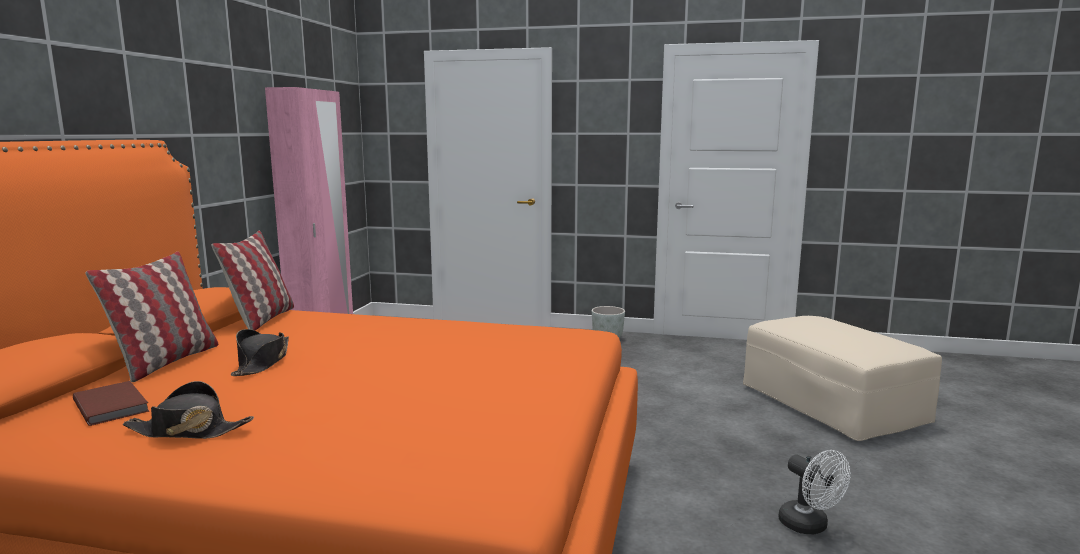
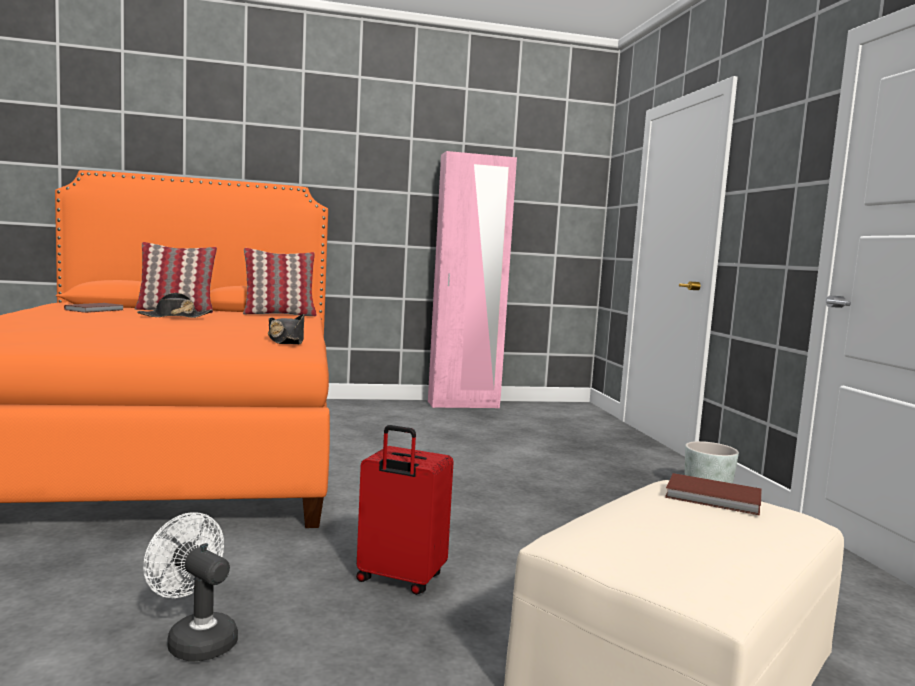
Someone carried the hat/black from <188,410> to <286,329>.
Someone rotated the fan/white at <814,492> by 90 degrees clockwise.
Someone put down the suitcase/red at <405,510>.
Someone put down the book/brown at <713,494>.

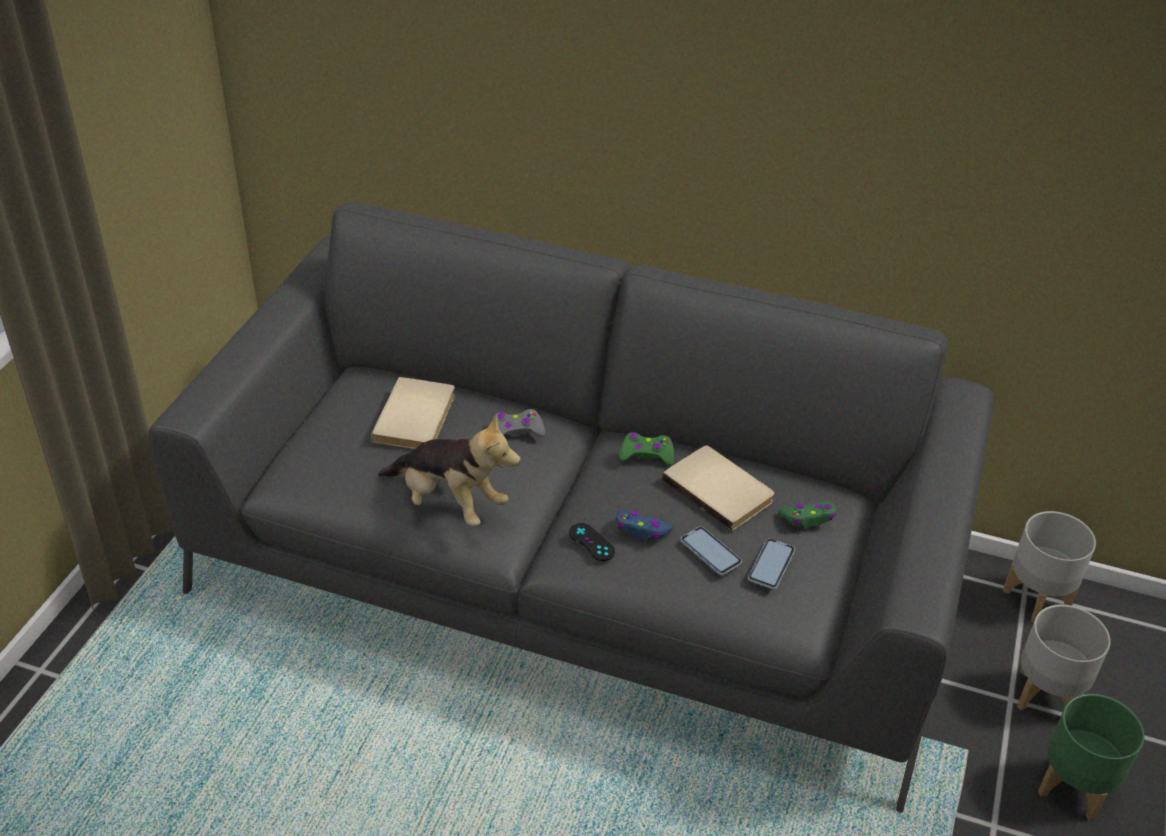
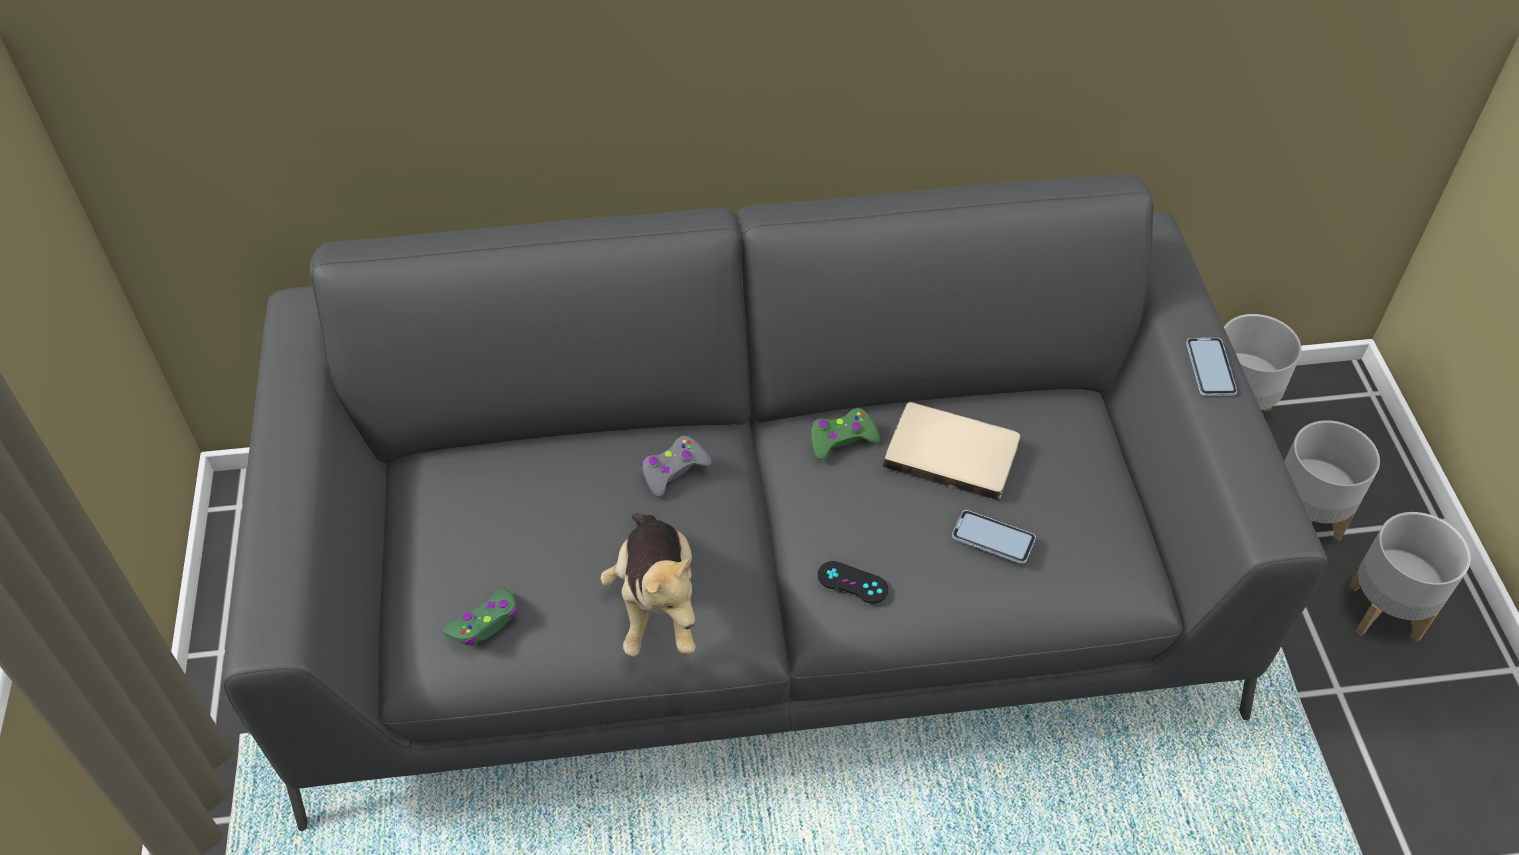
Someone took away the book/beige at <413,413>.
Someone rotated the plush toy at <449,470> by 75 degrees clockwise.
Someone carried the game controller/green from <807,514> to <480,617>.
Someone took away the game controller/blue at <645,524>.
Someone carried the phone from <771,563> to <1211,367>.
Someone repainted the planter/green at <1091,757>, which became the planter/grey at <1410,577>.

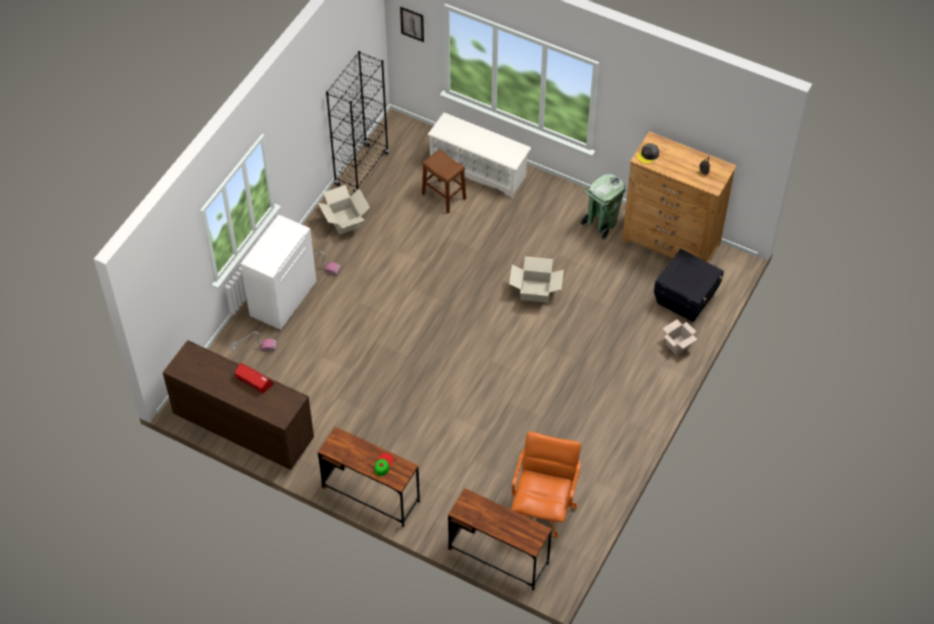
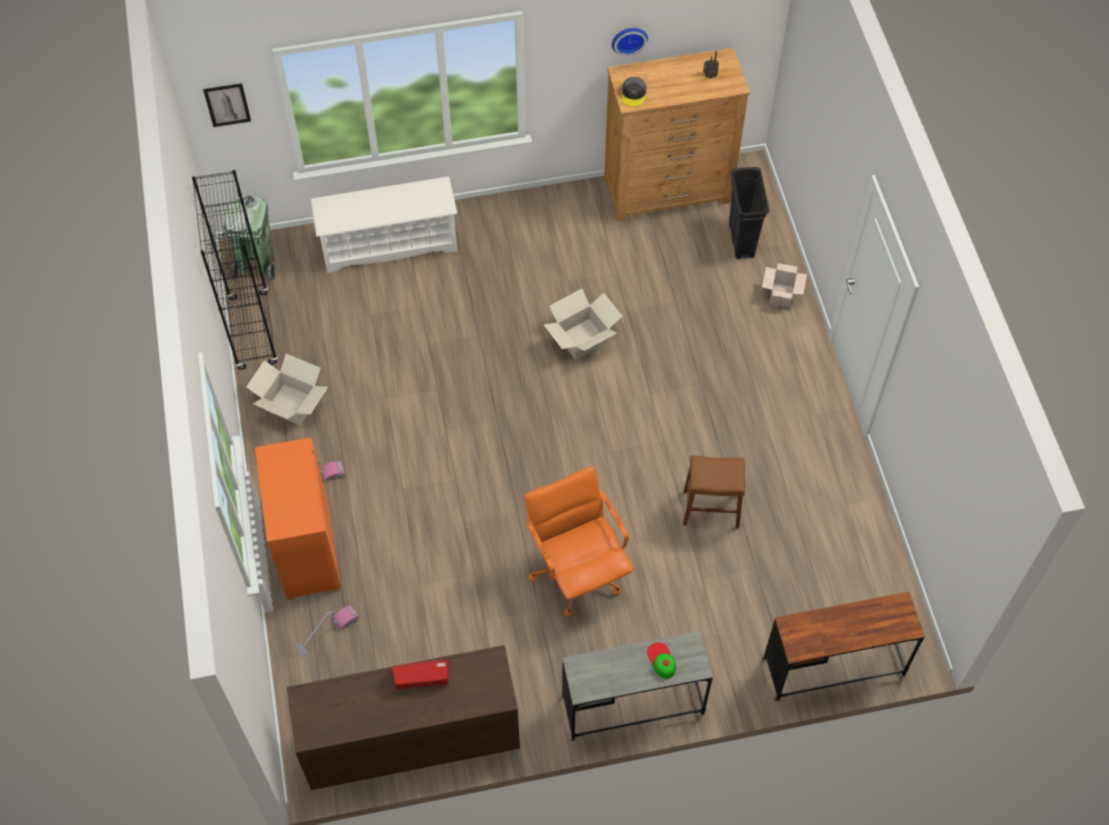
Someone carried the stool/brown from <444,181> to <714,491>.
Someone carried the trash can/green from <602,207> to <249,238>.
Someone repainted the cabinet/white at <278,272>, which became the cabinet/orange at <298,519>.
Someone swapped the storage box/black at <689,285> for the trash can/black at <749,213>.
Someone repainted the desk/brown at <369,477>, which became the desk/grey at <636,686>.
Someone carried the office chair/orange from <546,485> to <579,541>.
Someone put up the wall clock at <630,42>.

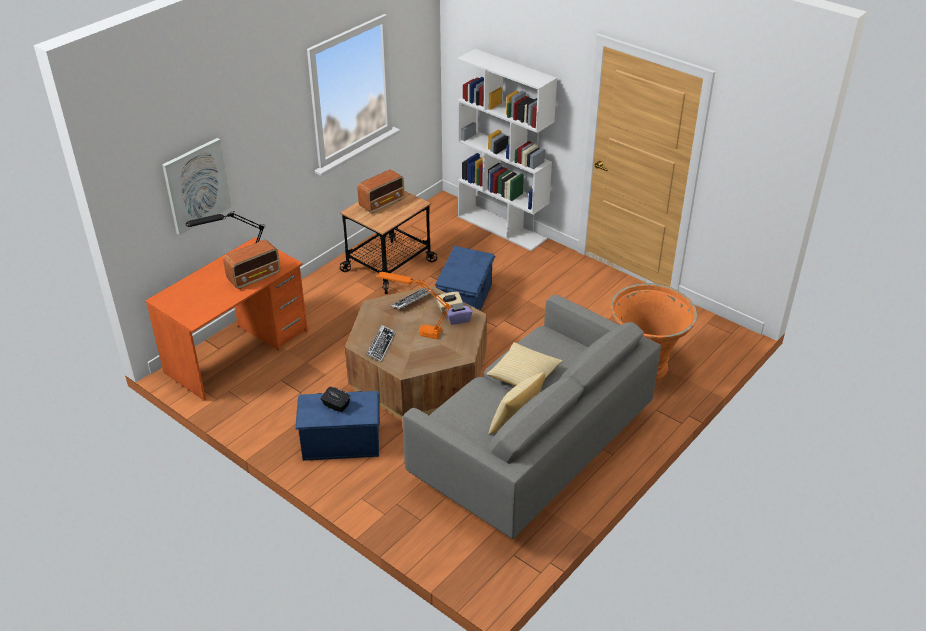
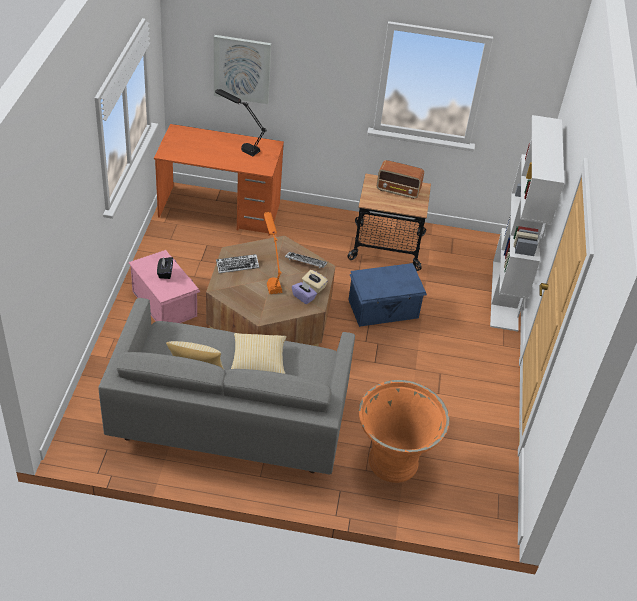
Someone took away the radio at <251,264>.
Someone repainted the storage box/blue at <337,426>, which became the storage box/pink at <165,286>.

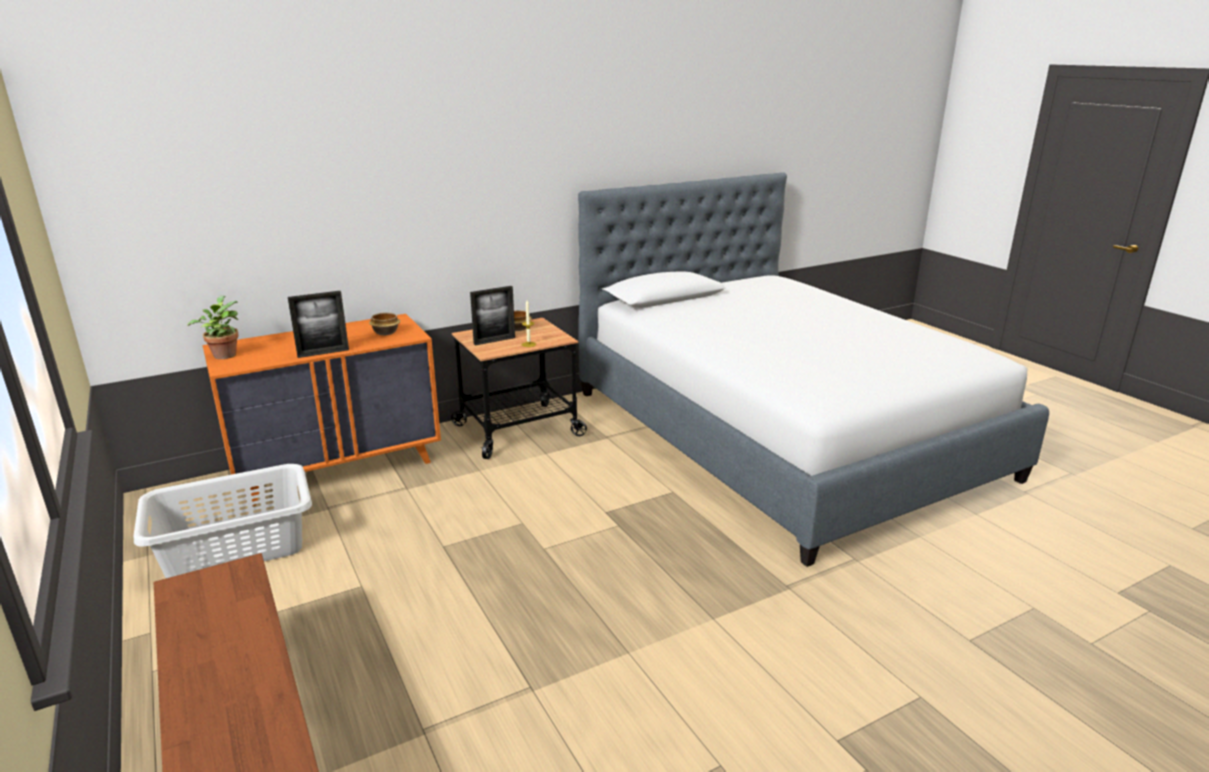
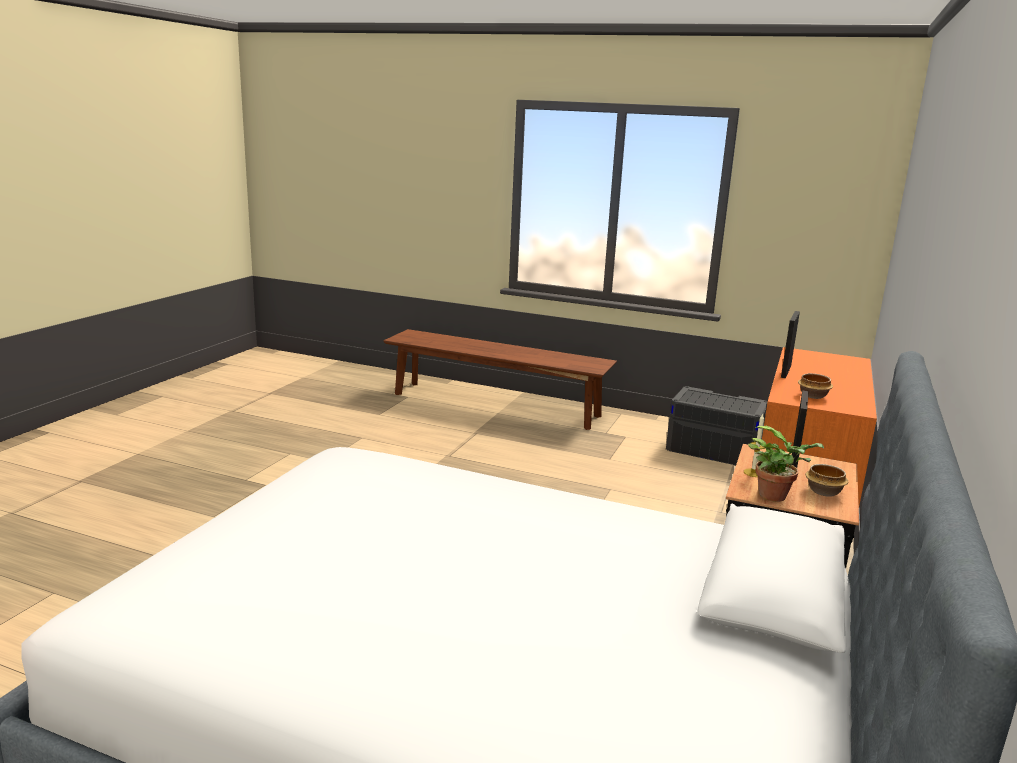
Someone carried the potted plant from <213,327> to <786,464>.
Someone swapped the laundry basket/grey at <223,521> for the storage box/grey at <717,425>.

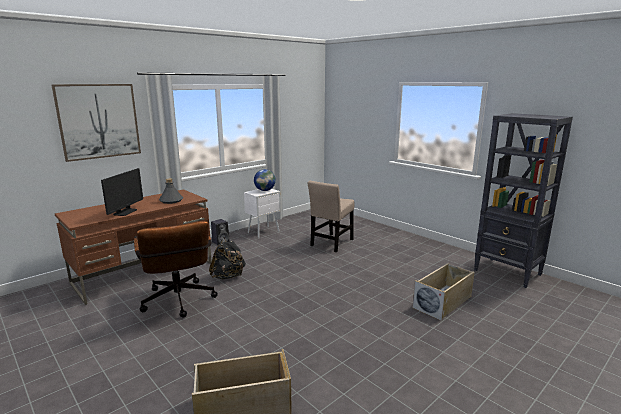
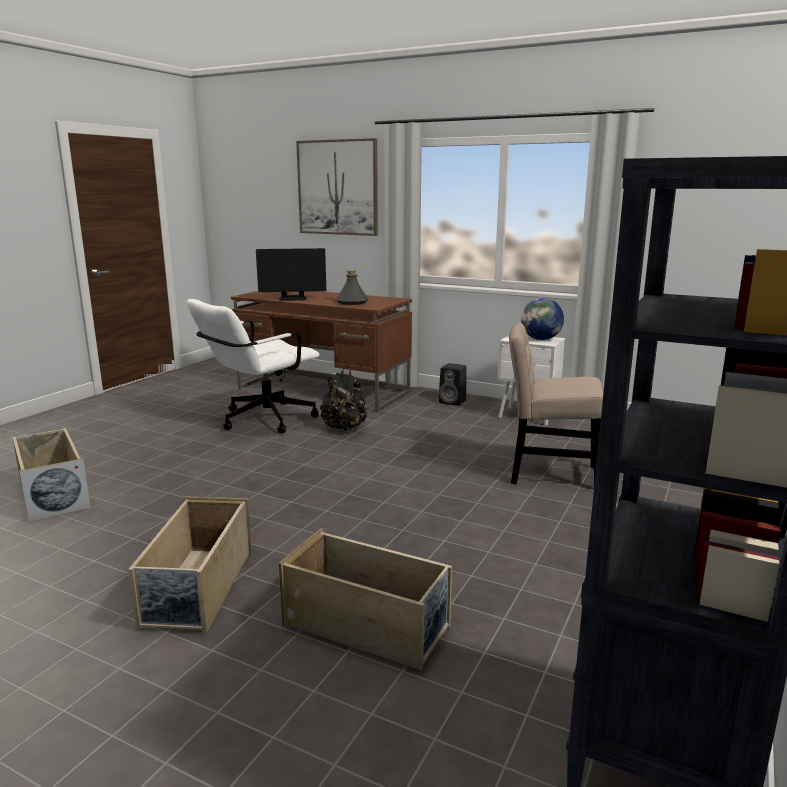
Someone repainted the office chair/brown at <176,269>, which became the office chair/white at <253,366>.
Someone put down the storage box/beige at <190,564>.

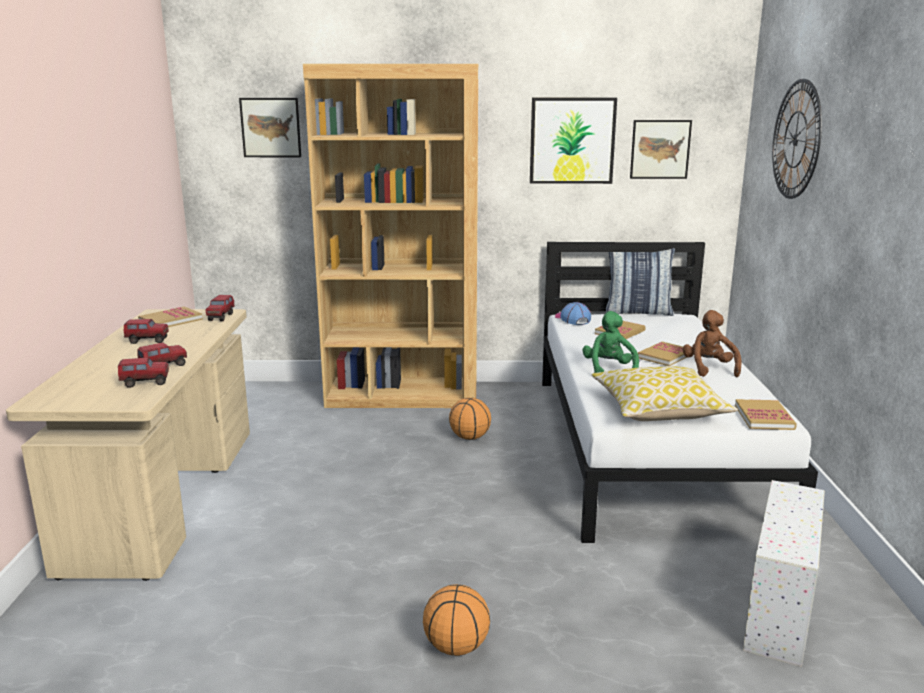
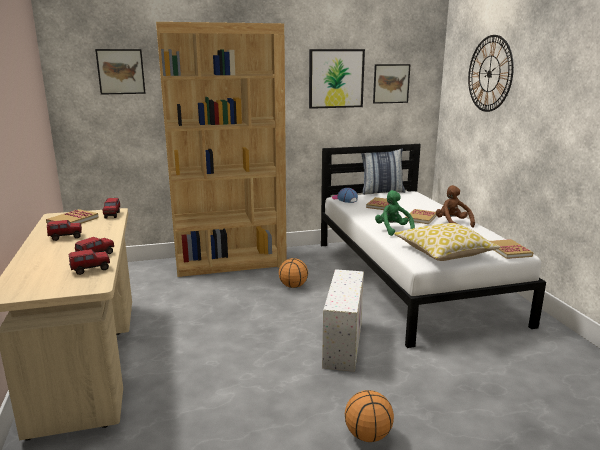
Someone carried the storage box/white from <784,573> to <343,320>.

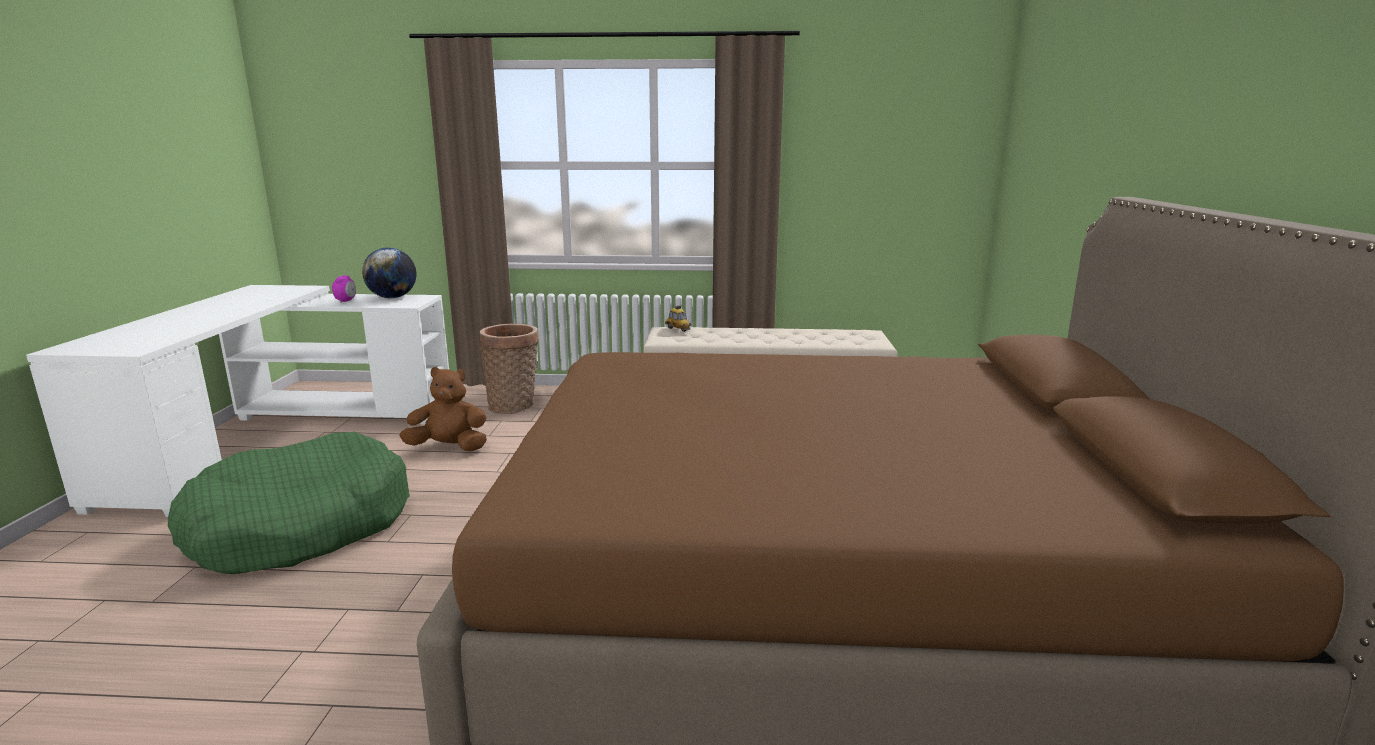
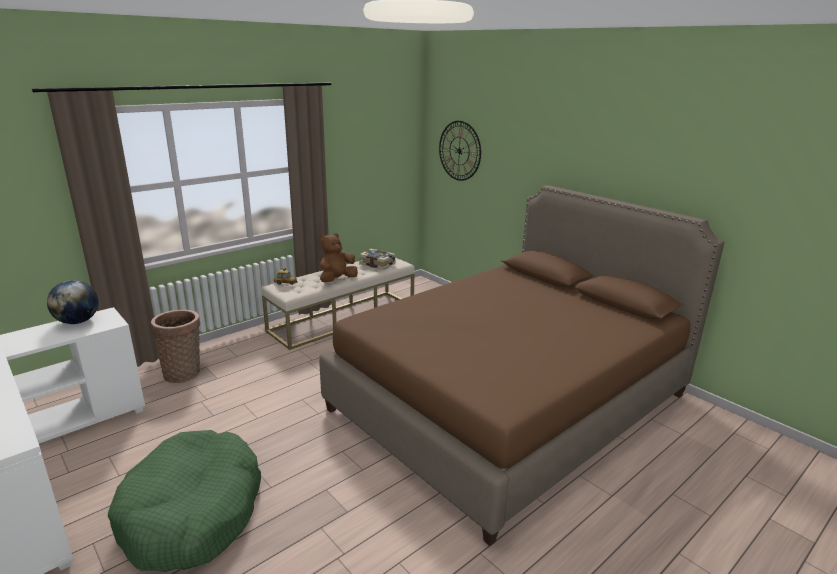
Someone took away the alarm clock at <344,289>.
Someone carried the plush toy/brown from <443,409> to <339,257>.
Someone put up the wall clock at <460,151>.
Someone put down the book at <377,259>.

